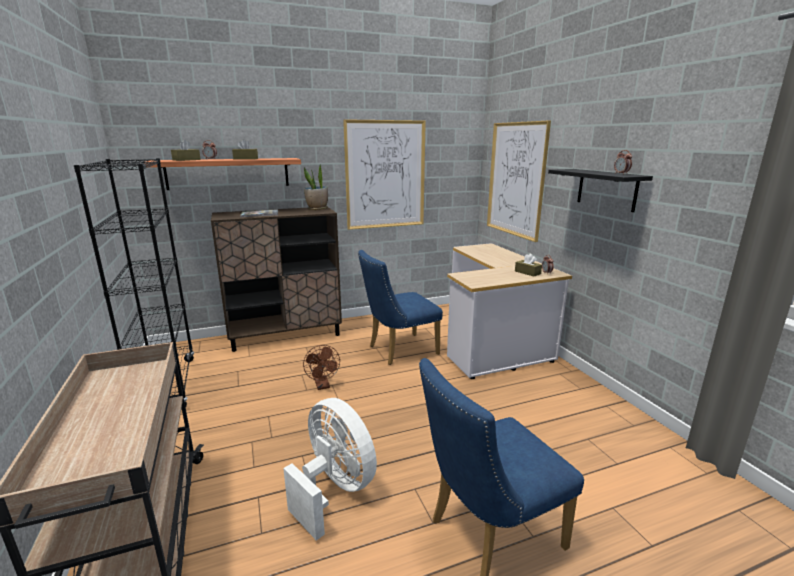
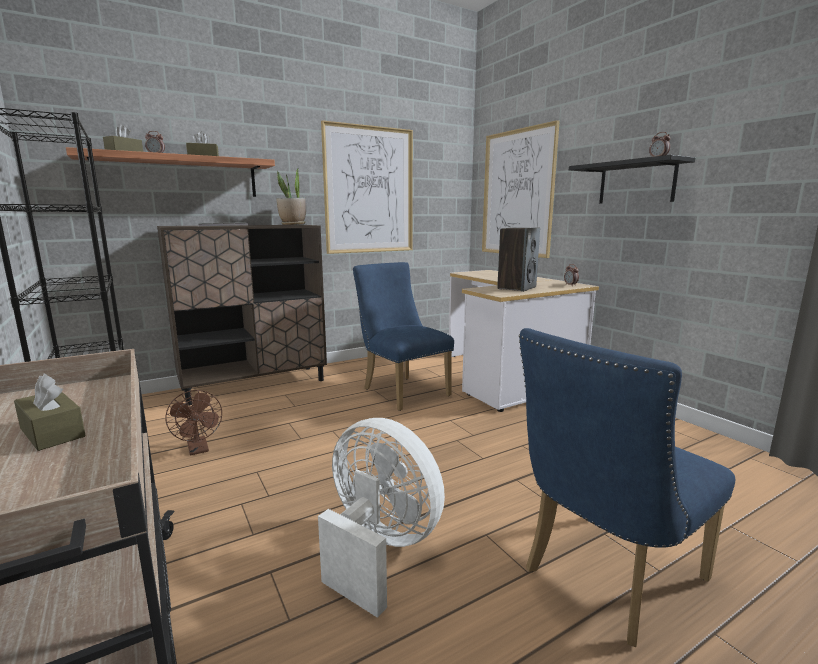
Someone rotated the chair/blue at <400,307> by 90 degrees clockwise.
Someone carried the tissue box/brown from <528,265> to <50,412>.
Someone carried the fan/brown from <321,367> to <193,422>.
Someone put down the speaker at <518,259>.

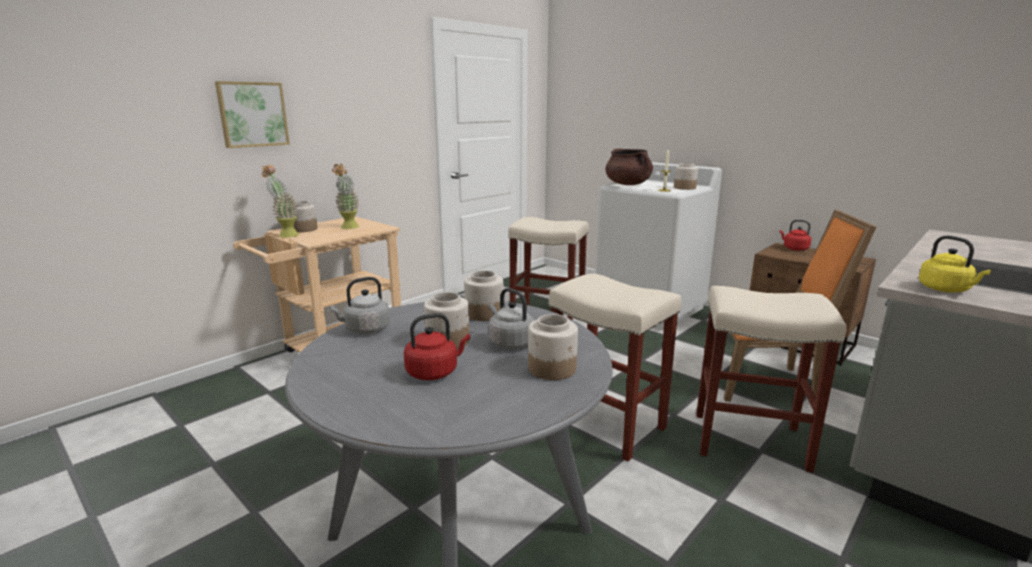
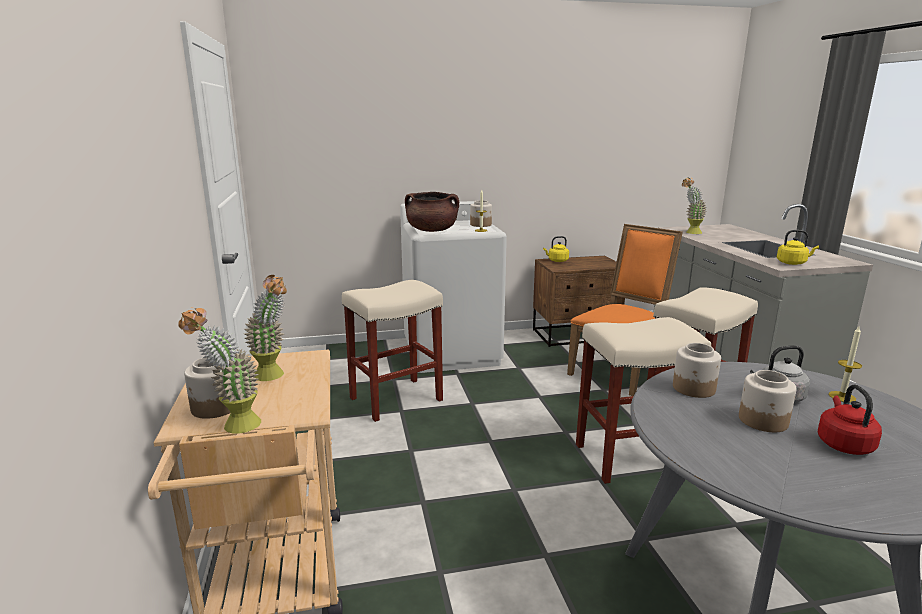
Someone took away the picture at <252,114>.
Someone repainted the kettle/red at <795,235>, which became the kettle/yellow at <556,249>.
Someone took away the kettle/grey at <359,305>.
Someone swapped the jar at <553,347> for the candle at <845,364>.
Someone put down the potted plant at <694,205>.

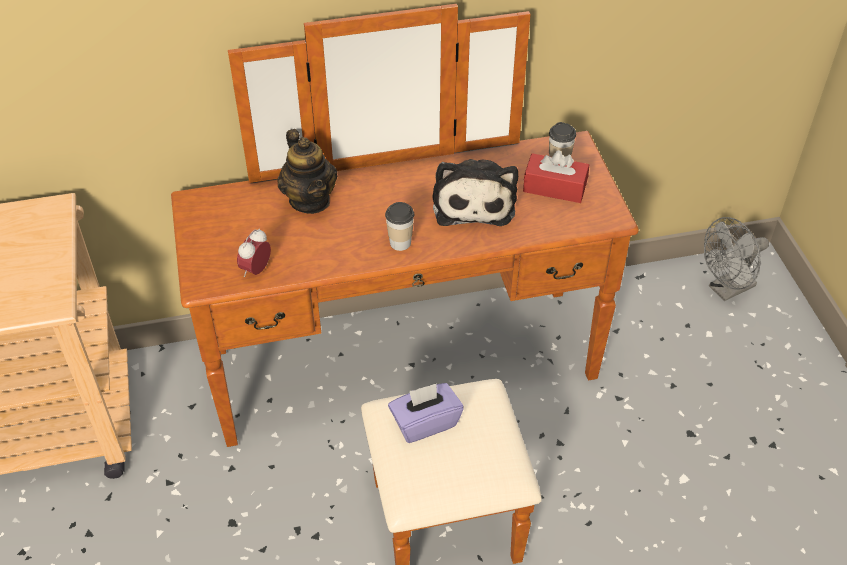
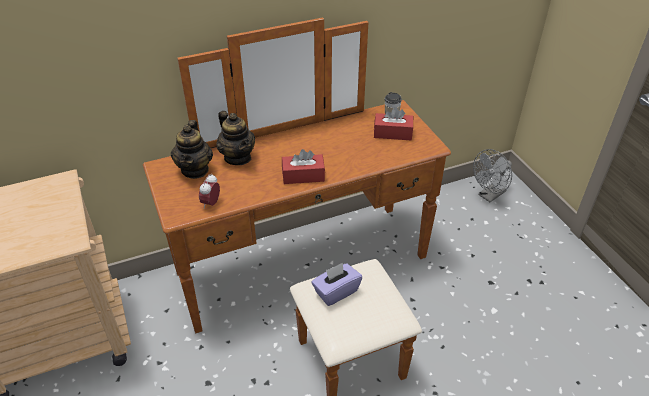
Someone took away the plush toy at <475,192>.
Someone swapped the cup at <399,226> for the tissue box/red at <303,166>.
Someone put down the teapot at <192,149>.

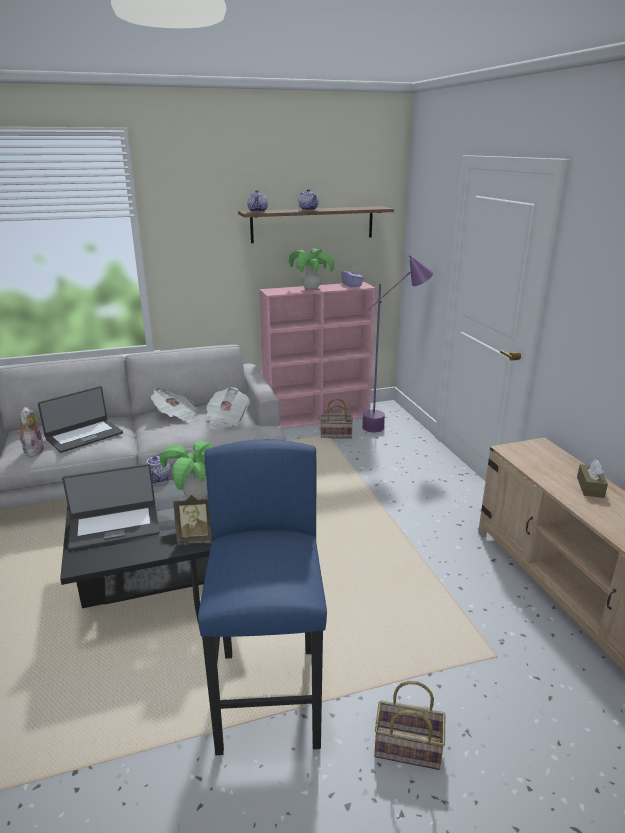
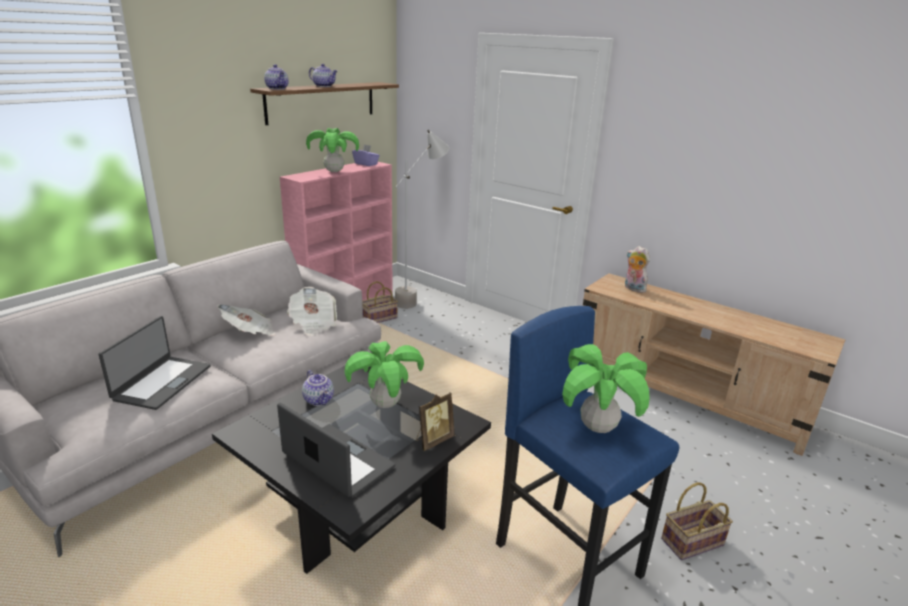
Someone repainted the floor lamp/purple at <397,343>, which became the floor lamp/grey at <422,219>.
Someone carried the plush toy from <31,432> to <637,269>.
Someone took away the tissue box/brown at <592,478>.
Someone rotated the laptop at <110,507> by 90 degrees counterclockwise.
Someone put down the potted plant at <606,388>.

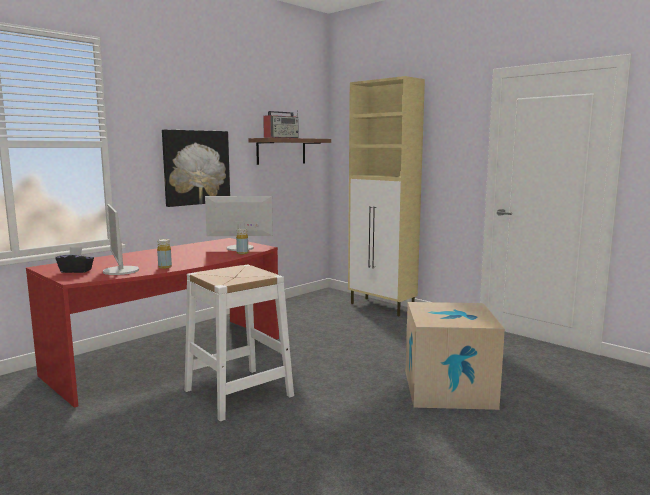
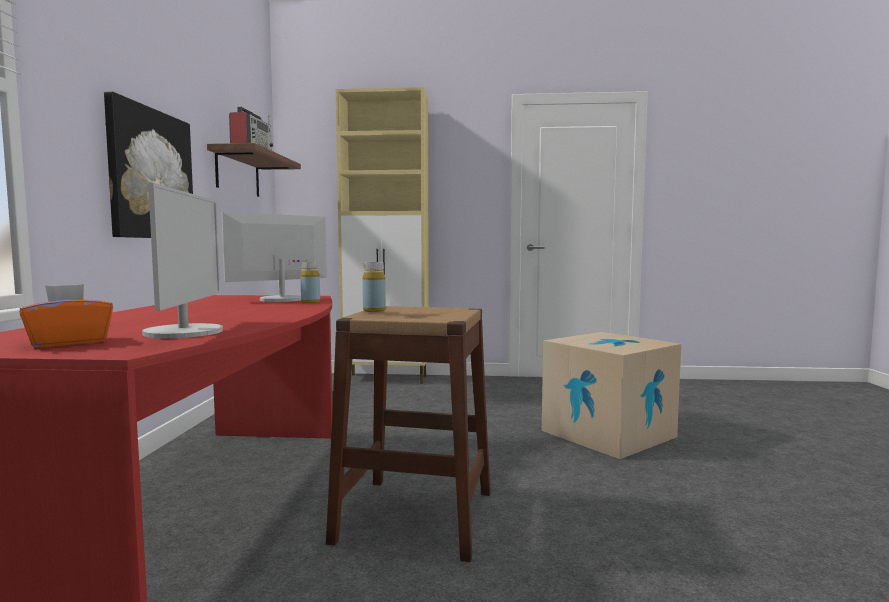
Someone rotated the monitor at <121,239> by 120 degrees counterclockwise.
Someone carried the bottle/yellow from <164,254> to <374,287>.
Someone repainted the tissue box/black at <75,260>, which became the tissue box/orange at <66,316>.
Someone repainted the stool/white at <239,343>, which became the stool/brown at <408,434>.

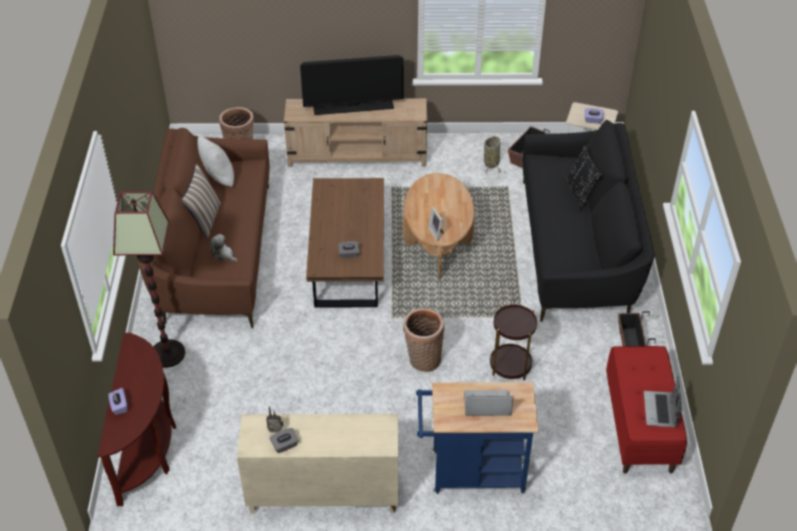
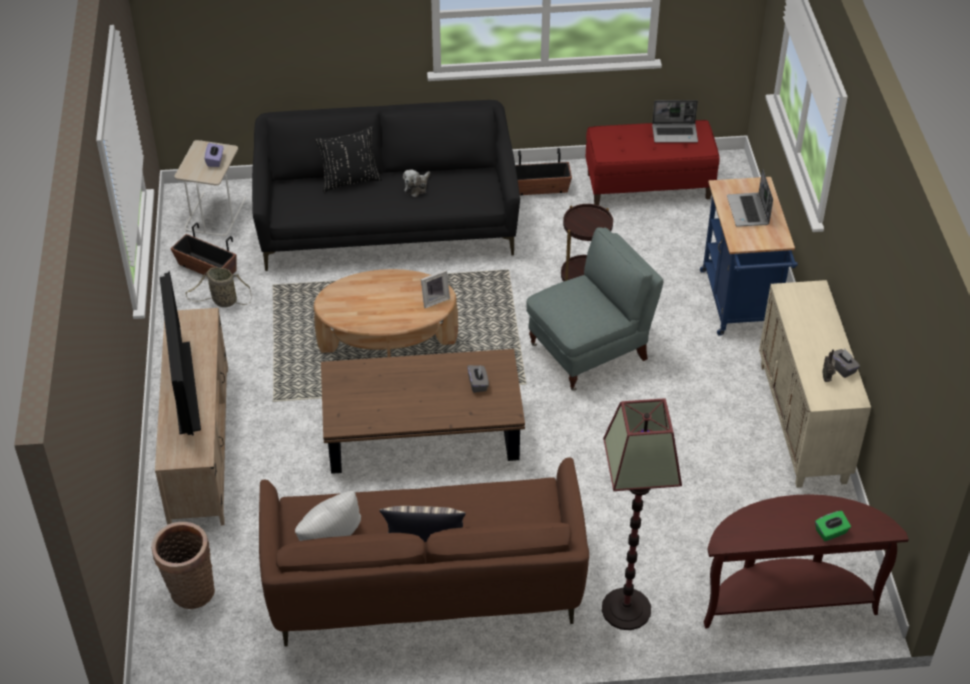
Someone carried the plush toy from <223,248> to <416,183>.
Someone swapped the basket at <423,340> for the armchair/grey at <594,309>.
Someone repainted the tissue box/purple at <118,401>, which became the tissue box/green at <833,526>.

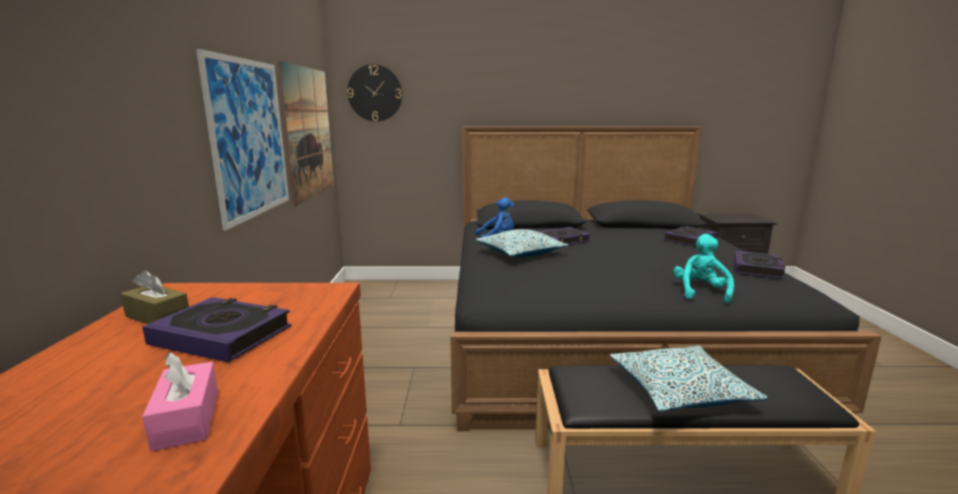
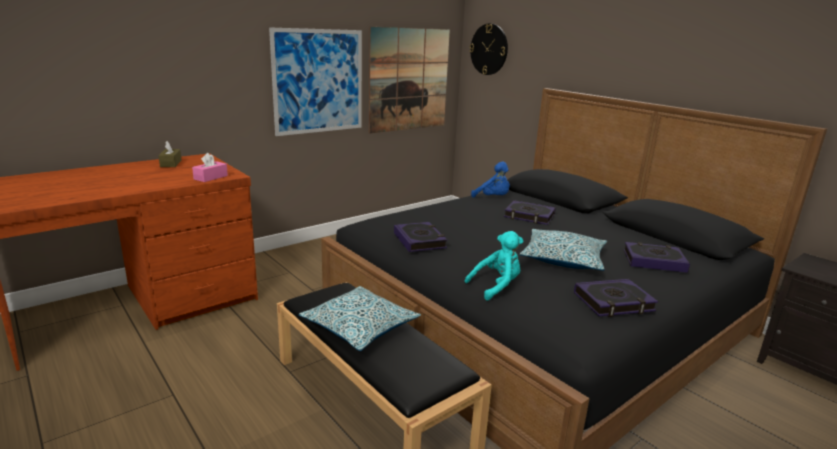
Someone carried the pillow from <522,243> to <563,250>.
Someone carried the book from <216,330> to <420,237>.
Someone carried the tissue box/pink from <180,402> to <210,167>.

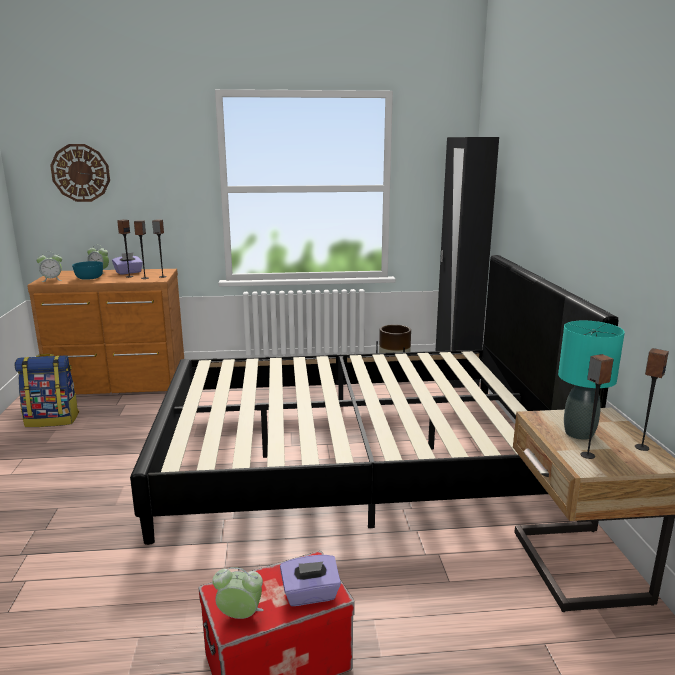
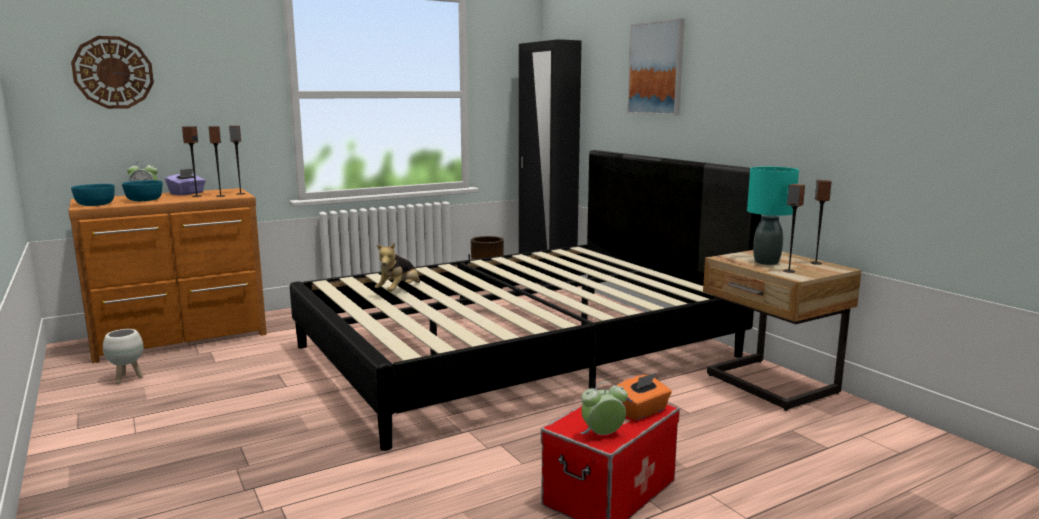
Someone swapped the alarm clock at <49,266> for the bowl/turquoise at <93,195>.
Someone swapped the backpack at <47,390> for the planter/white at <123,356>.
Someone repainted the tissue box/purple at <310,580>, which became the tissue box/orange at <644,396>.
Someone put up the picture at <656,67>.
Someone put down the plush toy at <397,267>.

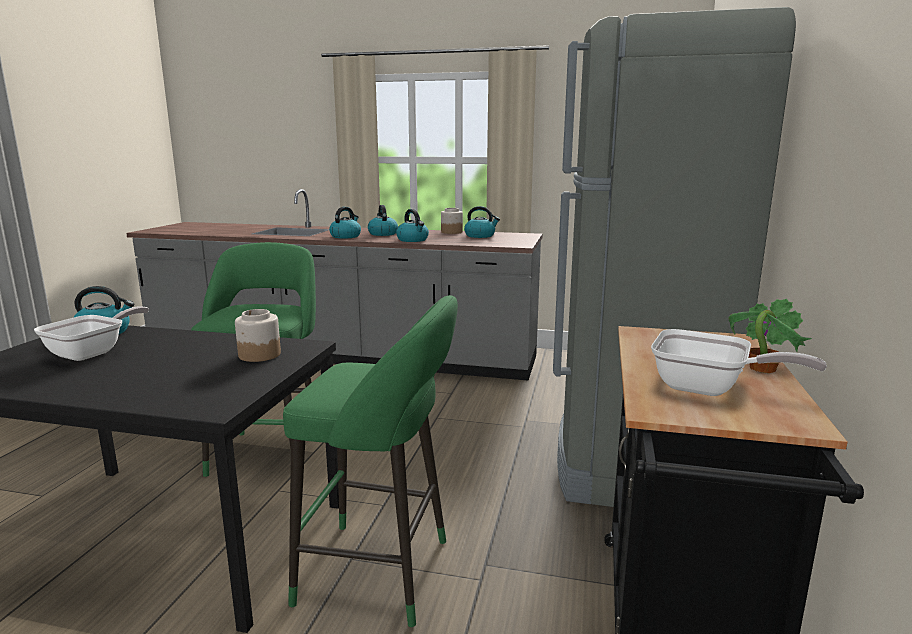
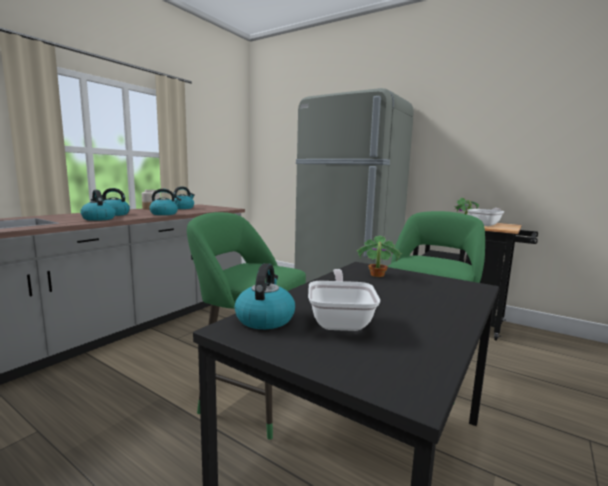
Someone rotated the frying pan at <91,333> by 45 degrees clockwise.
Someone swapped the jar at <258,335> for the potted plant at <379,256>.

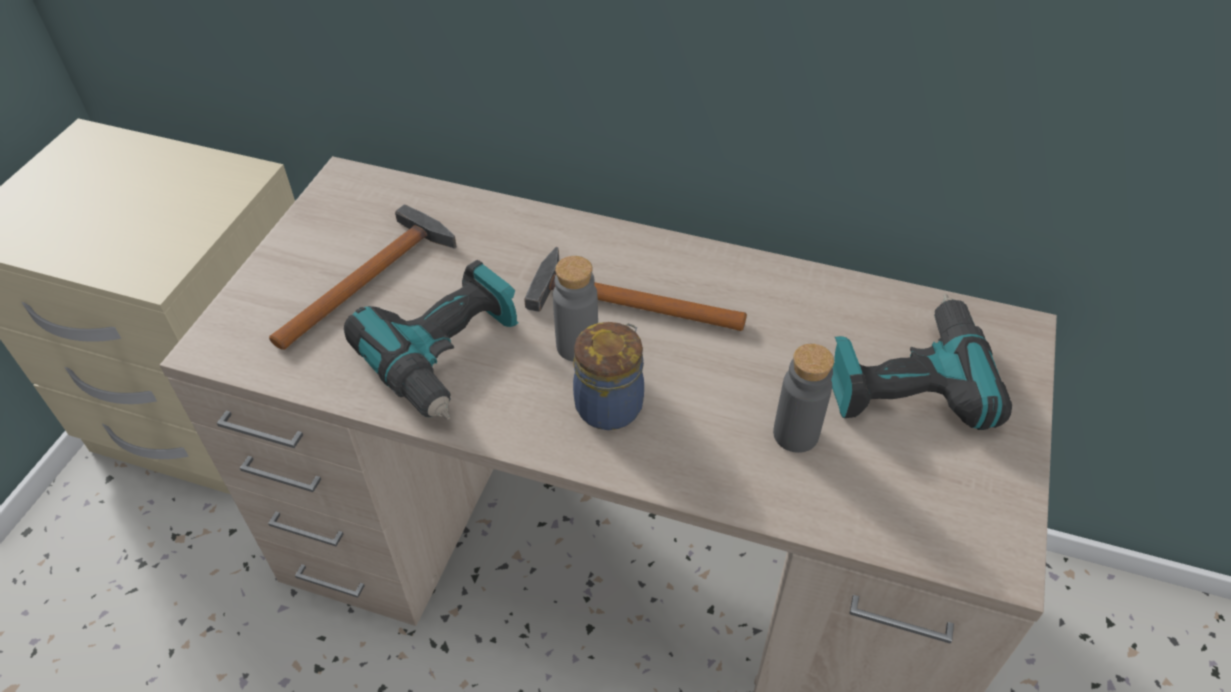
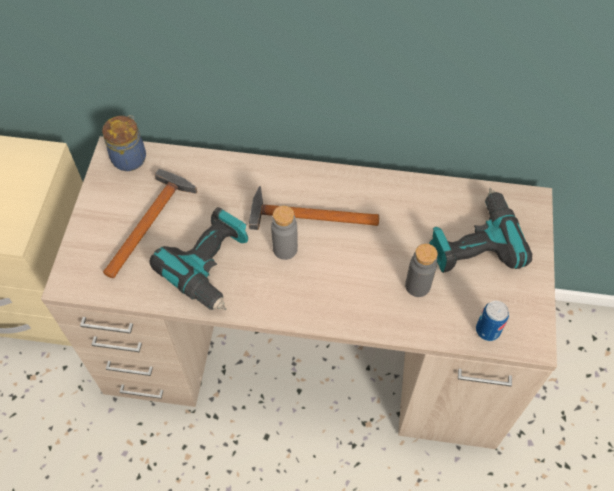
Someone carried the jar from <608,376> to <124,143>.
Someone put down the can at <492,321>.

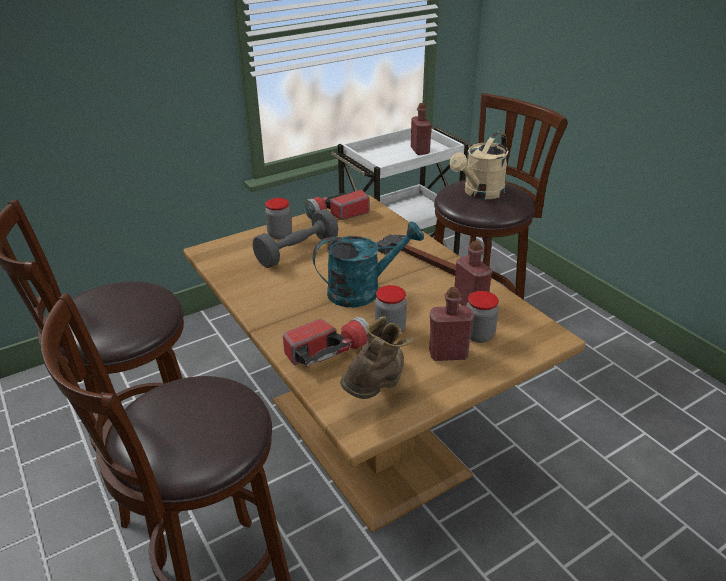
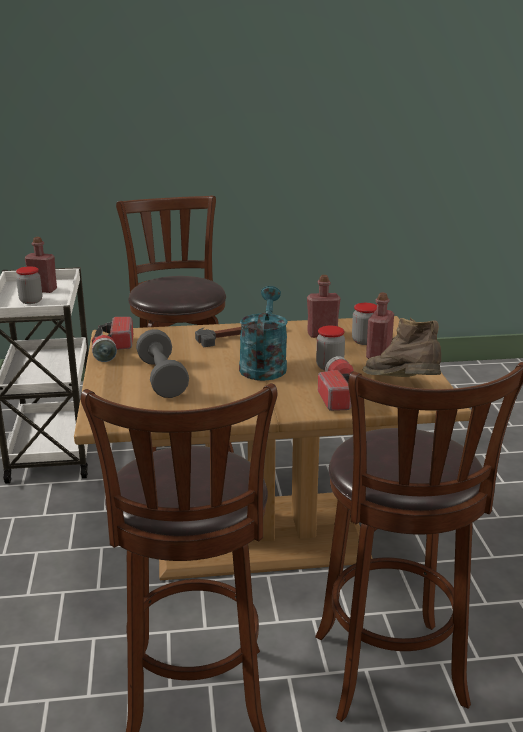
Someone took away the watering can/beige at <479,165>.
Someone carried the jar from <278,218> to <29,285>.

